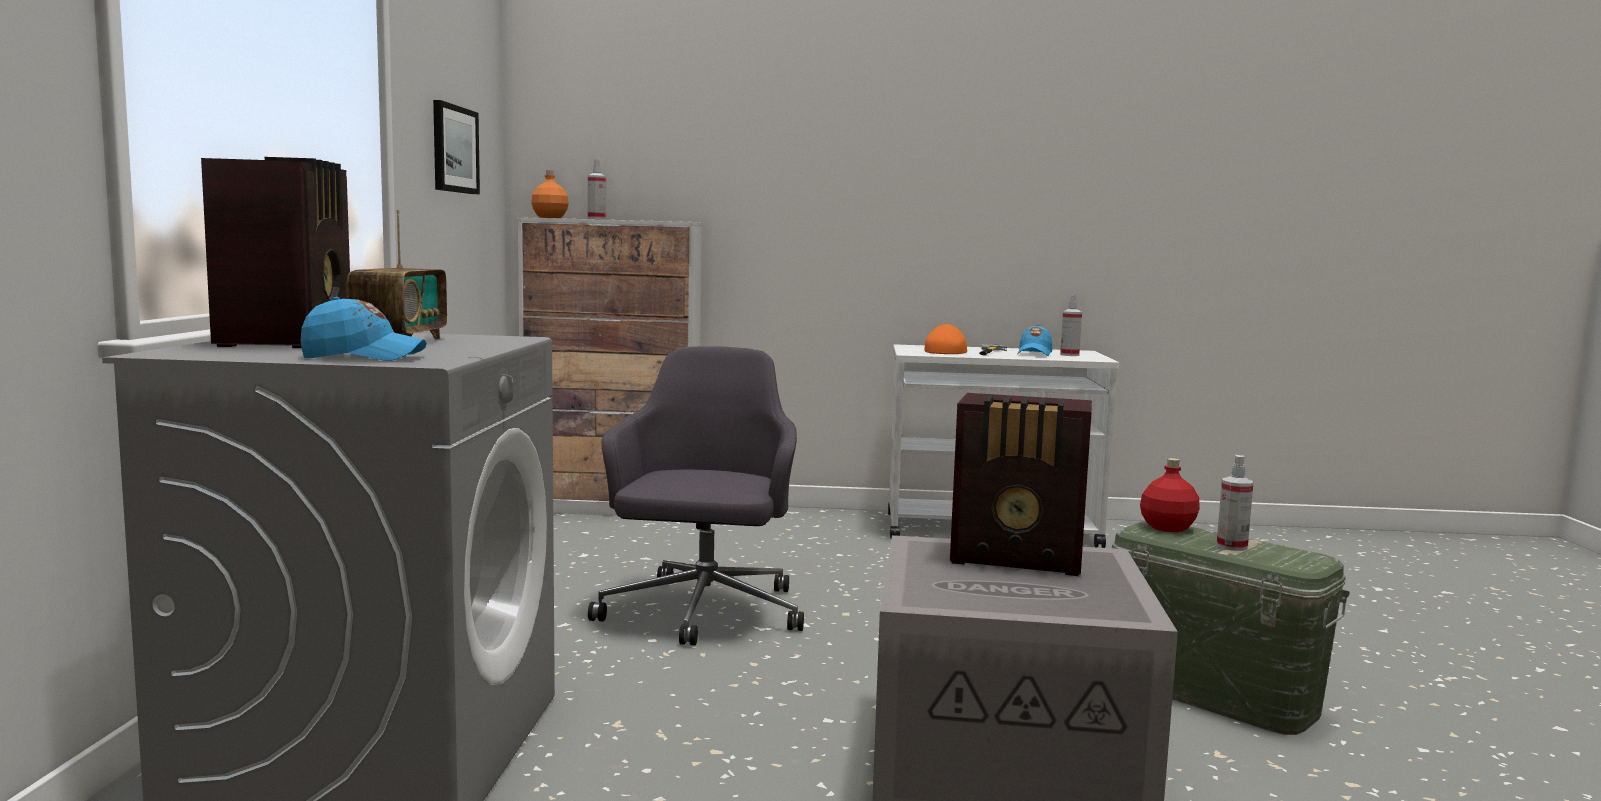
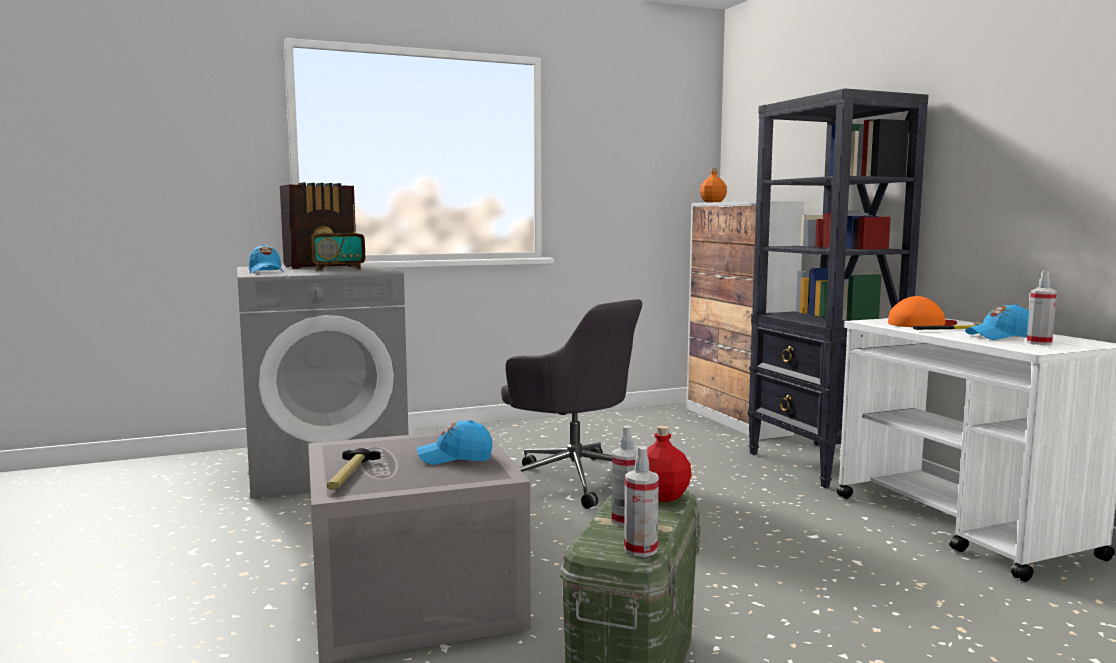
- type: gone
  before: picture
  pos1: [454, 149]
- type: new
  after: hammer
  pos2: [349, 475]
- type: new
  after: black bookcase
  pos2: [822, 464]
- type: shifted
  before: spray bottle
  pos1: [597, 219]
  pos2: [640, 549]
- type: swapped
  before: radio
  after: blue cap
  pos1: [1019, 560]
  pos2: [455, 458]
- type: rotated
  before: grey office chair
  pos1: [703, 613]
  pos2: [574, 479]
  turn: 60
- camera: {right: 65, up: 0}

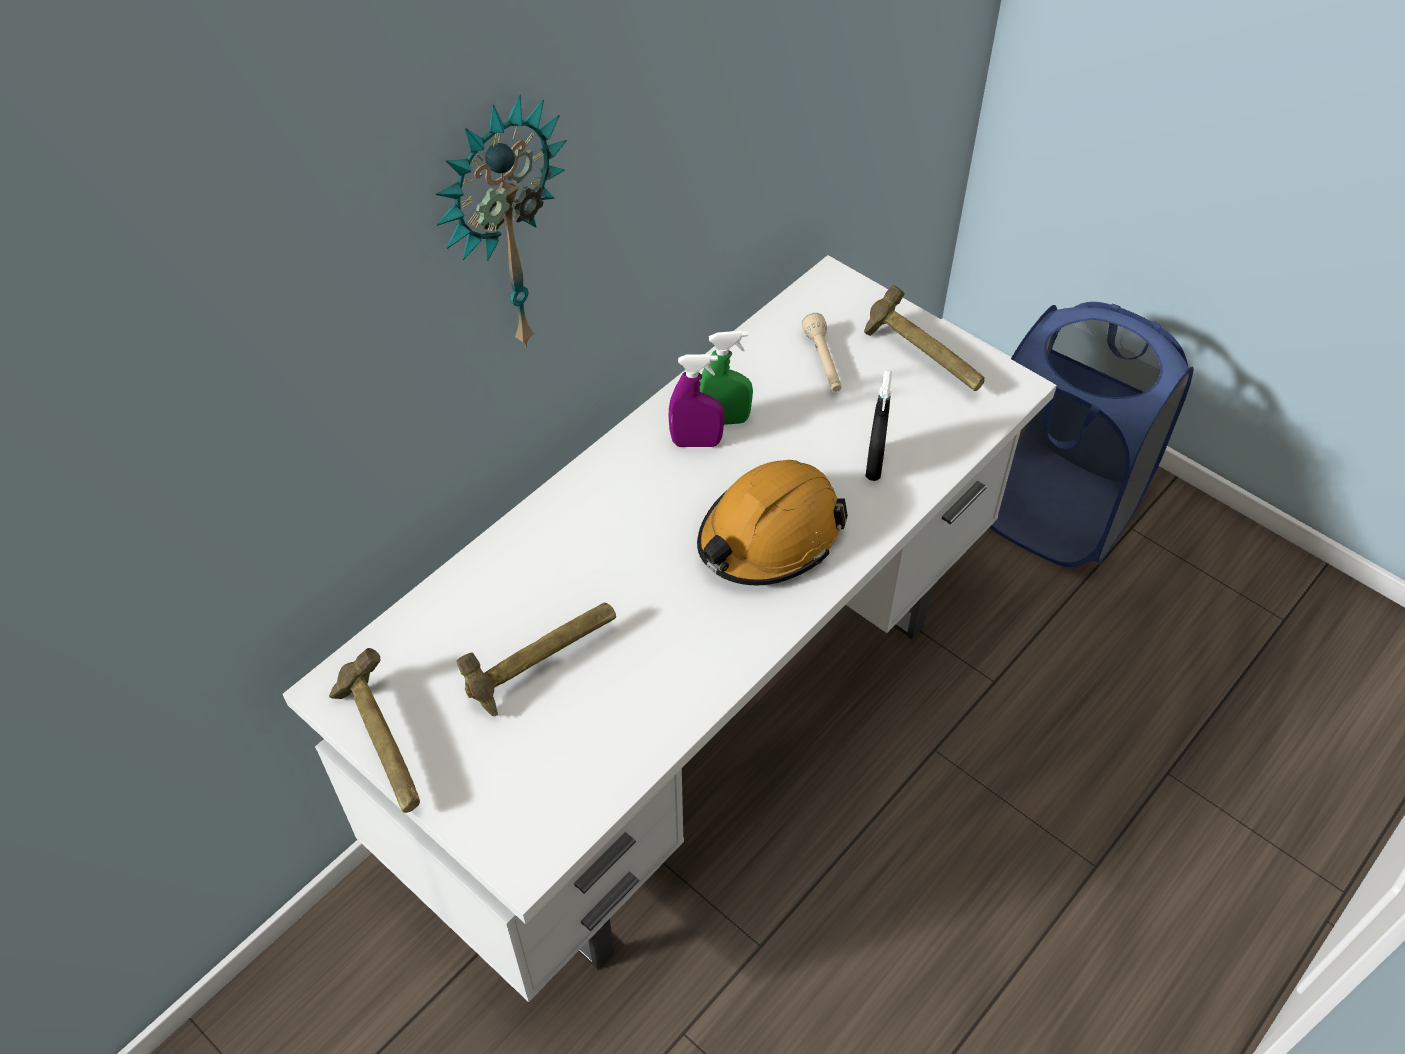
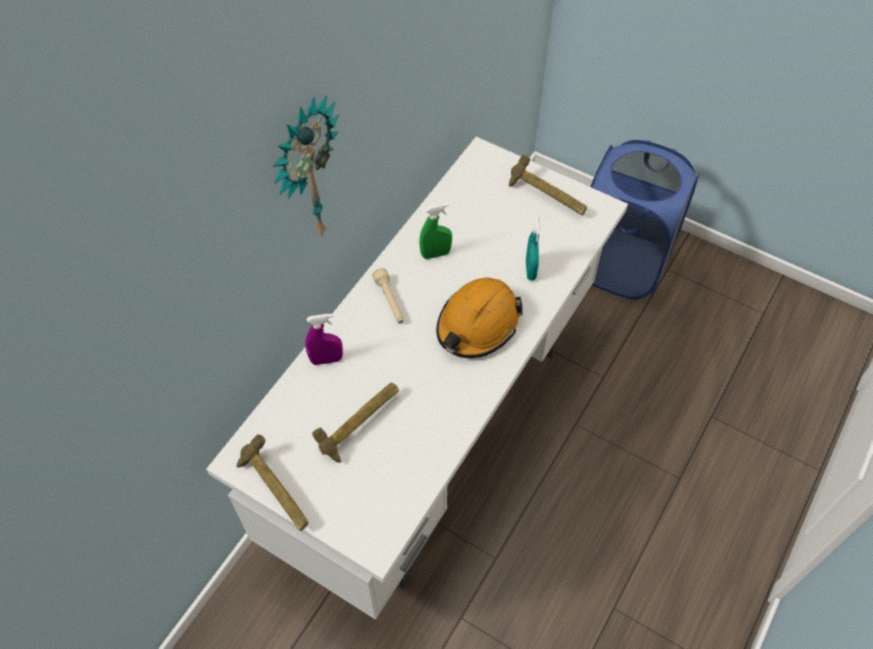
- type: shifted
  before: purple spray bottle
  pos1: [696, 442]
  pos2: [326, 360]
- type: shifted
  before: beige flashlight
  pos1: [823, 362]
  pos2: [390, 301]
- type: repainted
  before: black spray bottle
  after: turquoise spray bottle
  pos1: [874, 465]
  pos2: [530, 270]
- camera: {right: -10, up: 5}

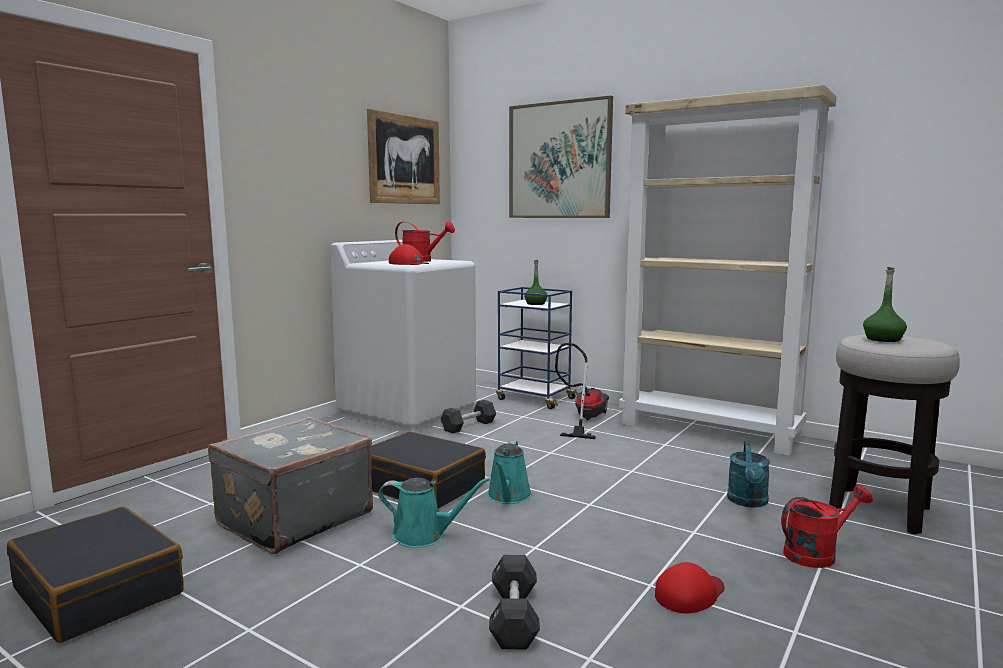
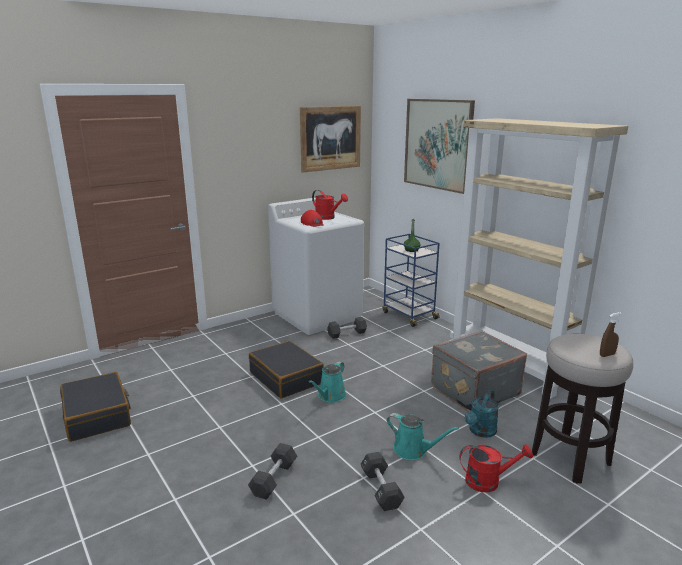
- type: gone
  before: vacuum cleaner
  pos1: [584, 419]
- type: gone
  before: green bottle
  pos1: [883, 339]
- type: new
  after: brown spray bottle
  pos2: [607, 355]
- type: shifted
  before: grey suitcase
  pos1: [293, 518]
  pos2: [473, 391]
- type: shifted
  before: turquoise watering can
  pos1: [424, 535]
  pos2: [413, 450]
- type: swapped
  before: red cap
  after: black dumbbell
  pos1: [690, 594]
  pos2: [381, 489]
- camera: {right: 20, up: 10}

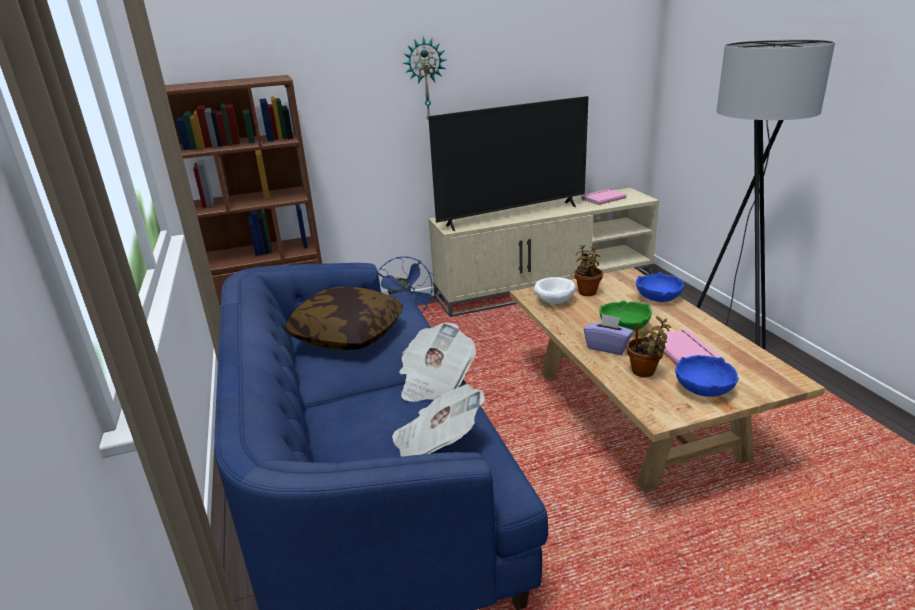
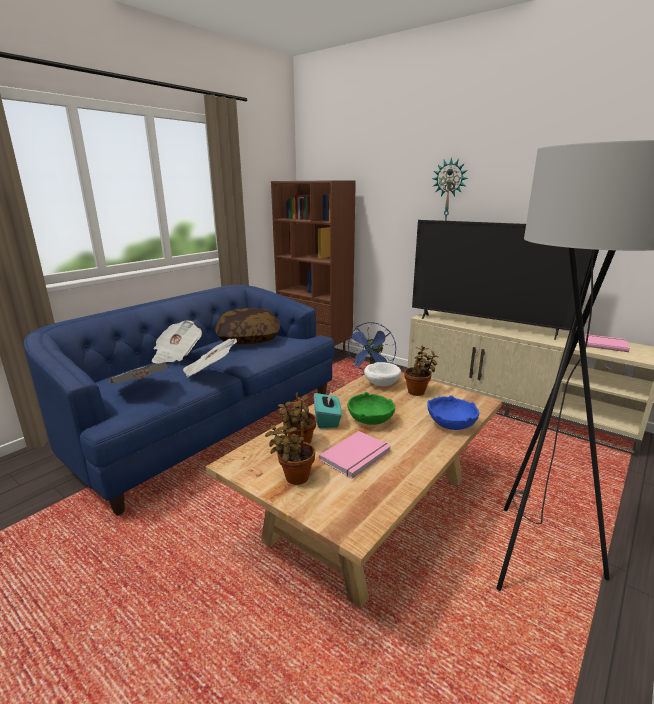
- type: new
  after: newspaper
  pos2: [176, 355]
- type: swapped
  before: blue bowl
  after: potted plant
  pos1: [704, 389]
  pos2: [294, 478]
- type: repainted
  before: purple tissue box
  after: turquoise tissue box
  pos1: [607, 347]
  pos2: [327, 420]
- camera: {right: 55, up: -5}

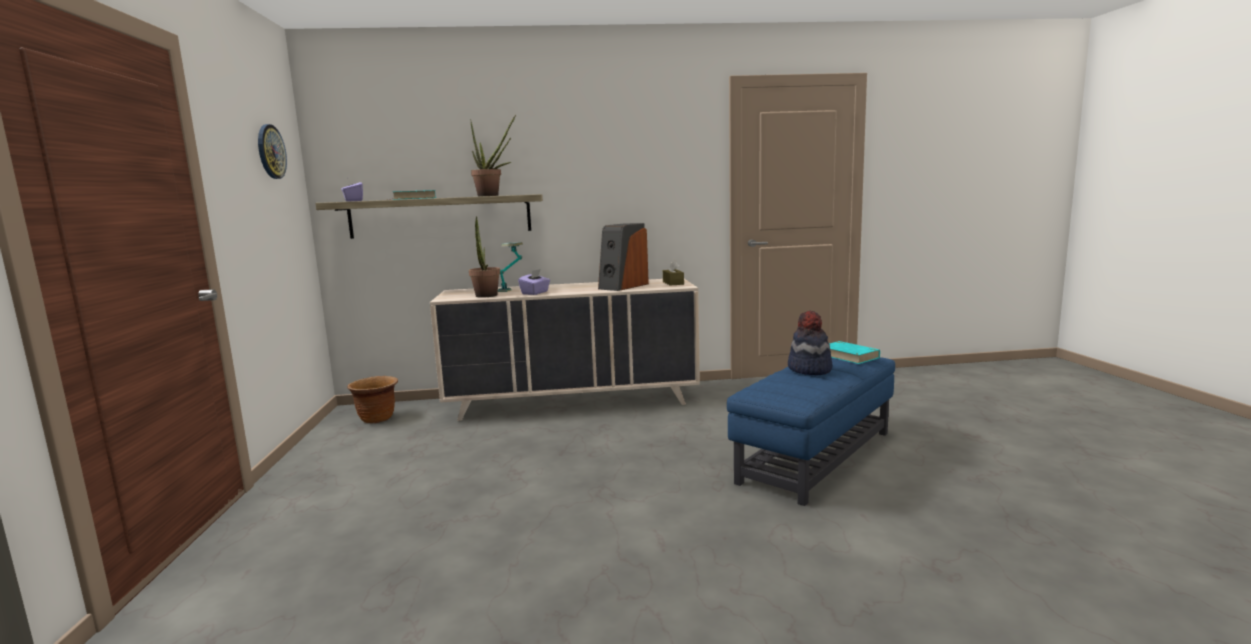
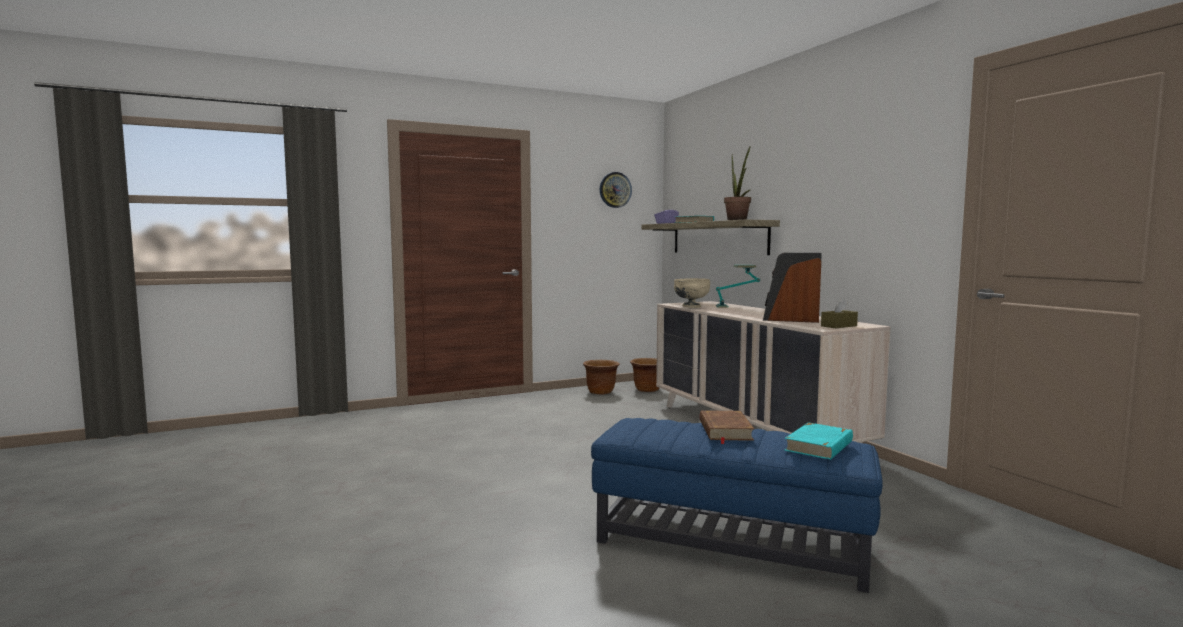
- type: gone
  before: purple tissue box
  pos1: [535, 293]
- type: new
  after: brown planter
  pos2: [601, 392]
- type: swapped
  before: potted plant
  after: beige bowl
  pos1: [486, 296]
  pos2: [691, 307]
- type: swapped
  before: hat
  after: brown book
  pos1: [809, 369]
  pos2: [725, 430]
- camera: {right: 70, up: -5}

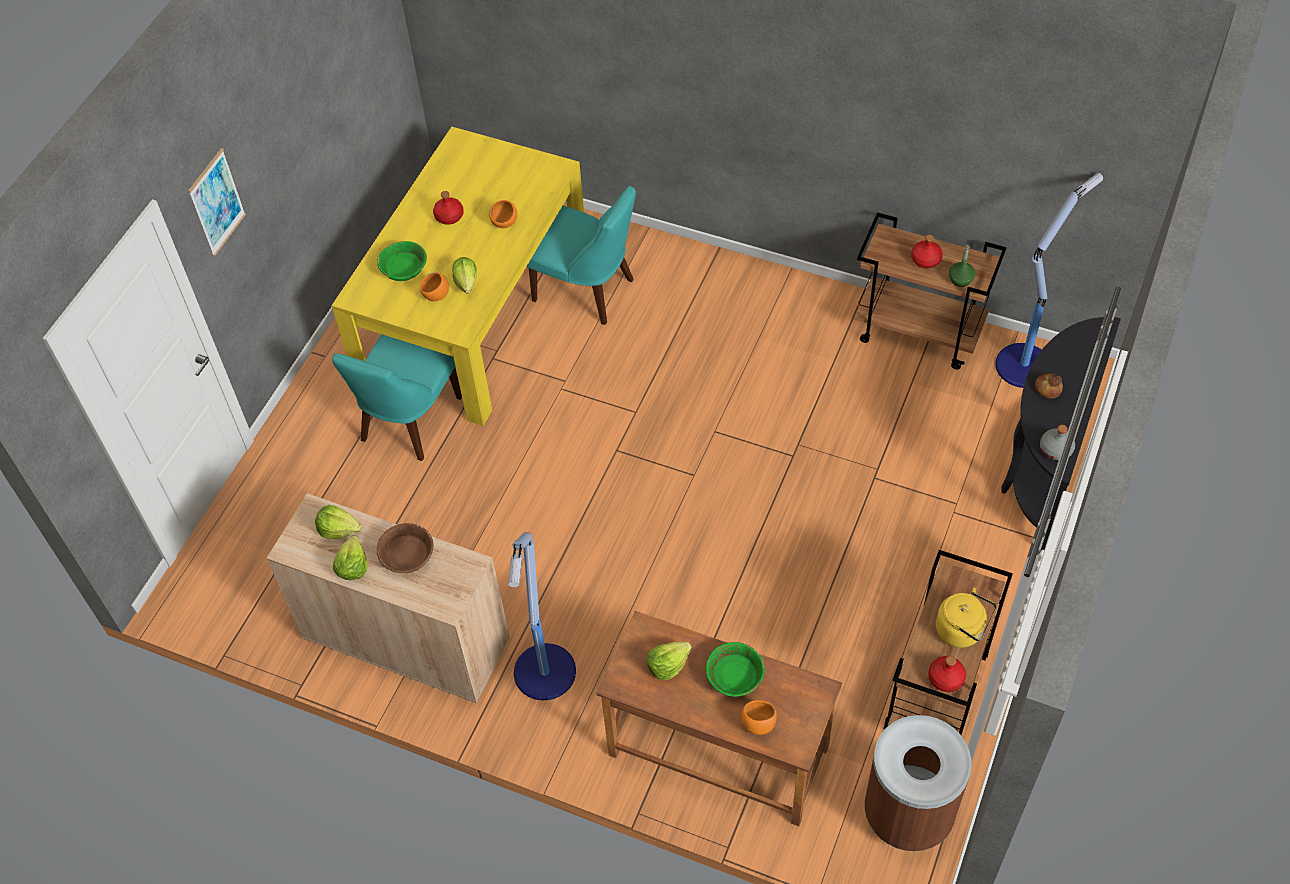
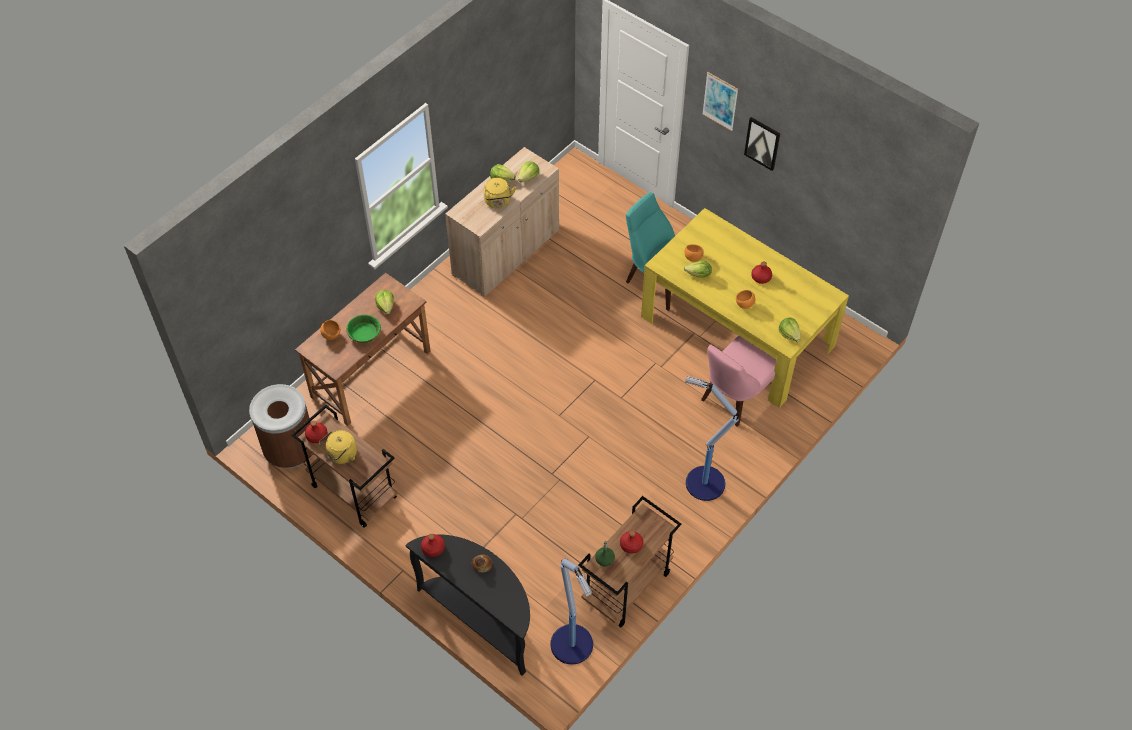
- type: gone
  before: green bowl
  pos1: [403, 268]
- type: new
  after: picture
  pos2: [762, 143]
- type: new
  after: lettuce
  pos2: [789, 334]
- type: shifted
  before: floor lamp
  pos1: [545, 674]
  pos2: [703, 483]
- type: swapped
  before: brown bowl
  after: yellow kettle
  pos1: [407, 555]
  pos2: [498, 202]
- type: repainted
  before: turquoise chair
  after: pink chair
  pos1: [587, 291]
  pos2: [734, 397]
- type: repainted
  before: grey bottle
  after: red bottle
  pos1: [1056, 449]
  pos2: [433, 548]
- camera: {right: 105, up: 0}

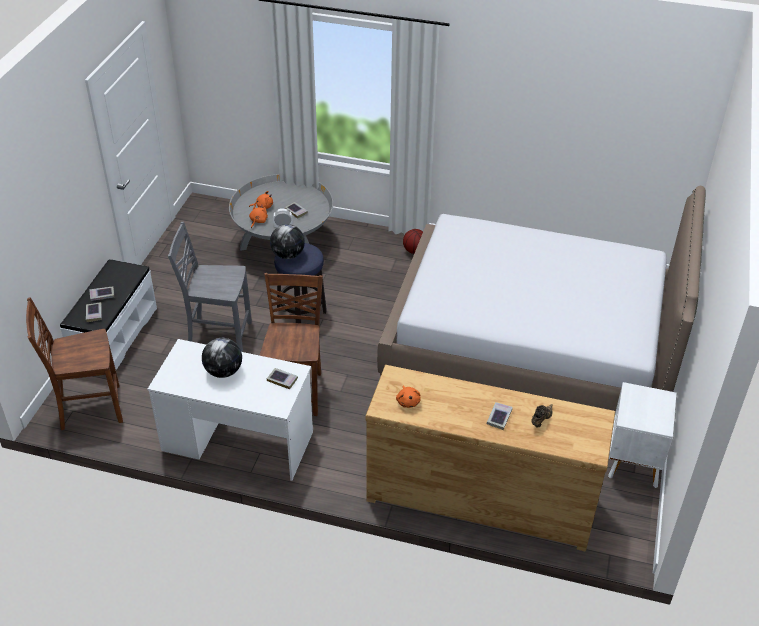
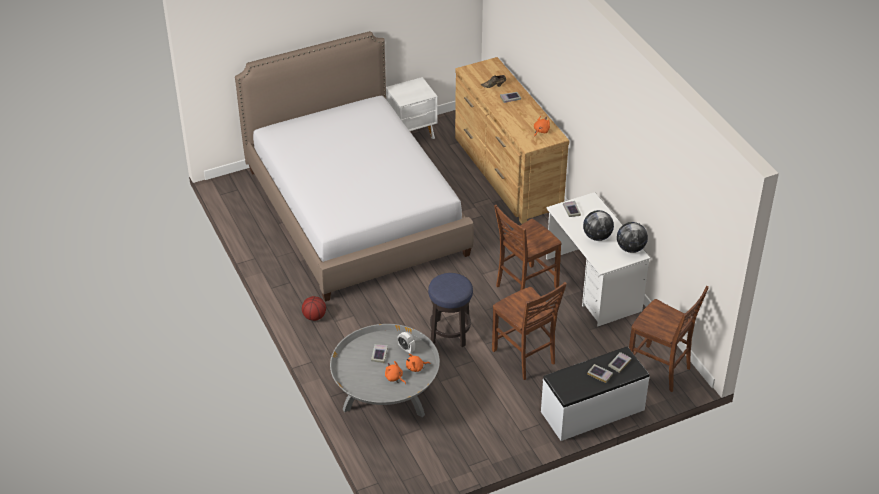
- type: shifted
  before: globe
  pos1: [288, 255]
  pos2: [631, 248]
- type: repainted
  before: grey chair
  after: brown chair
  pos1: [218, 335]
  pos2: [525, 357]
- camera: {right: -130, up: 0}

